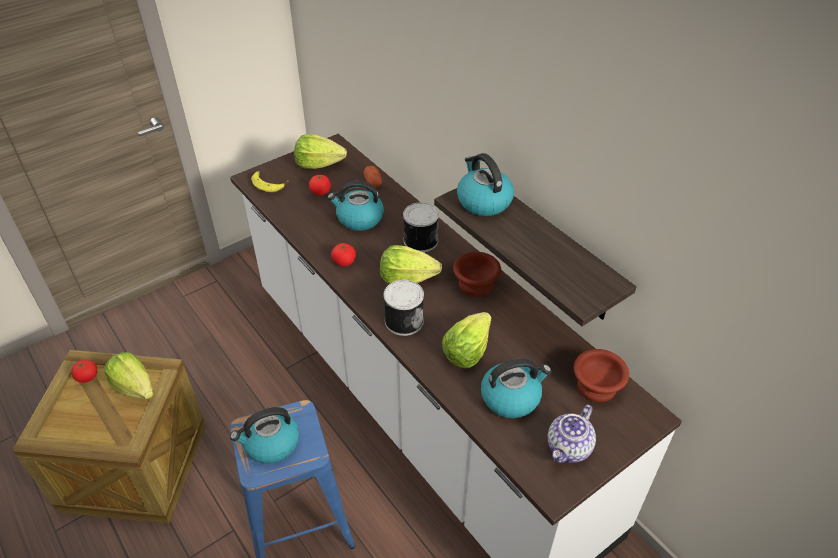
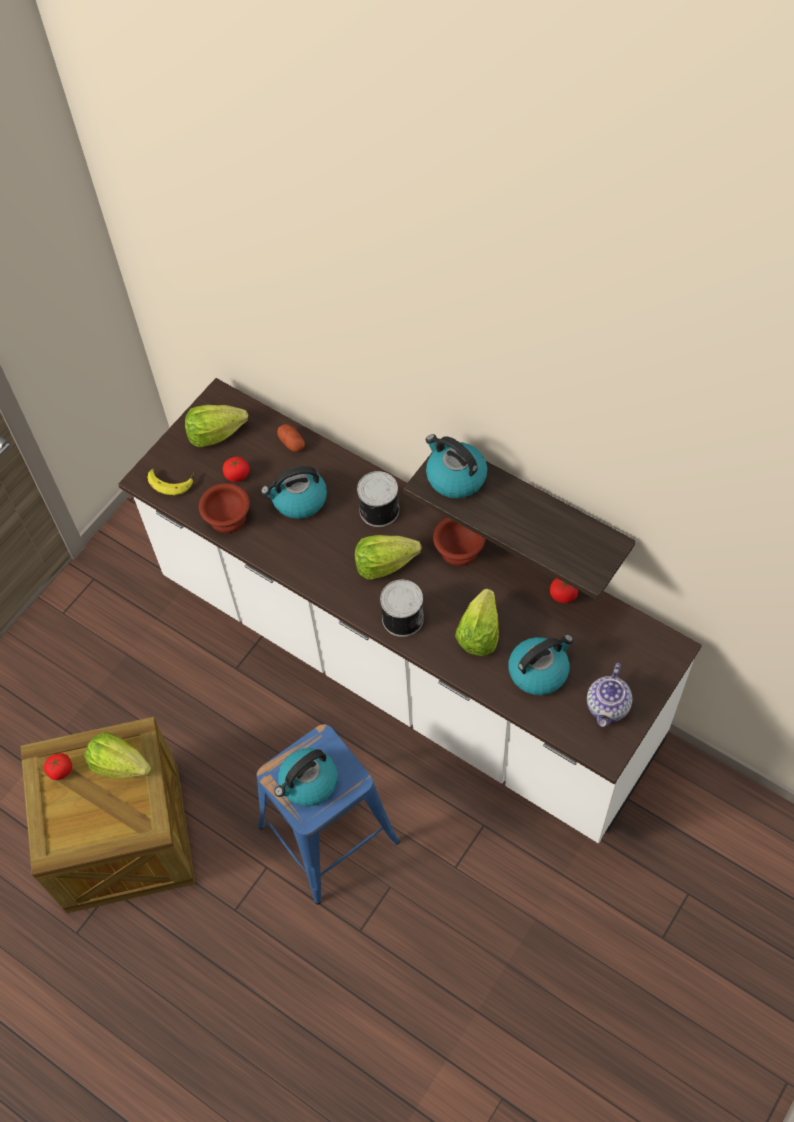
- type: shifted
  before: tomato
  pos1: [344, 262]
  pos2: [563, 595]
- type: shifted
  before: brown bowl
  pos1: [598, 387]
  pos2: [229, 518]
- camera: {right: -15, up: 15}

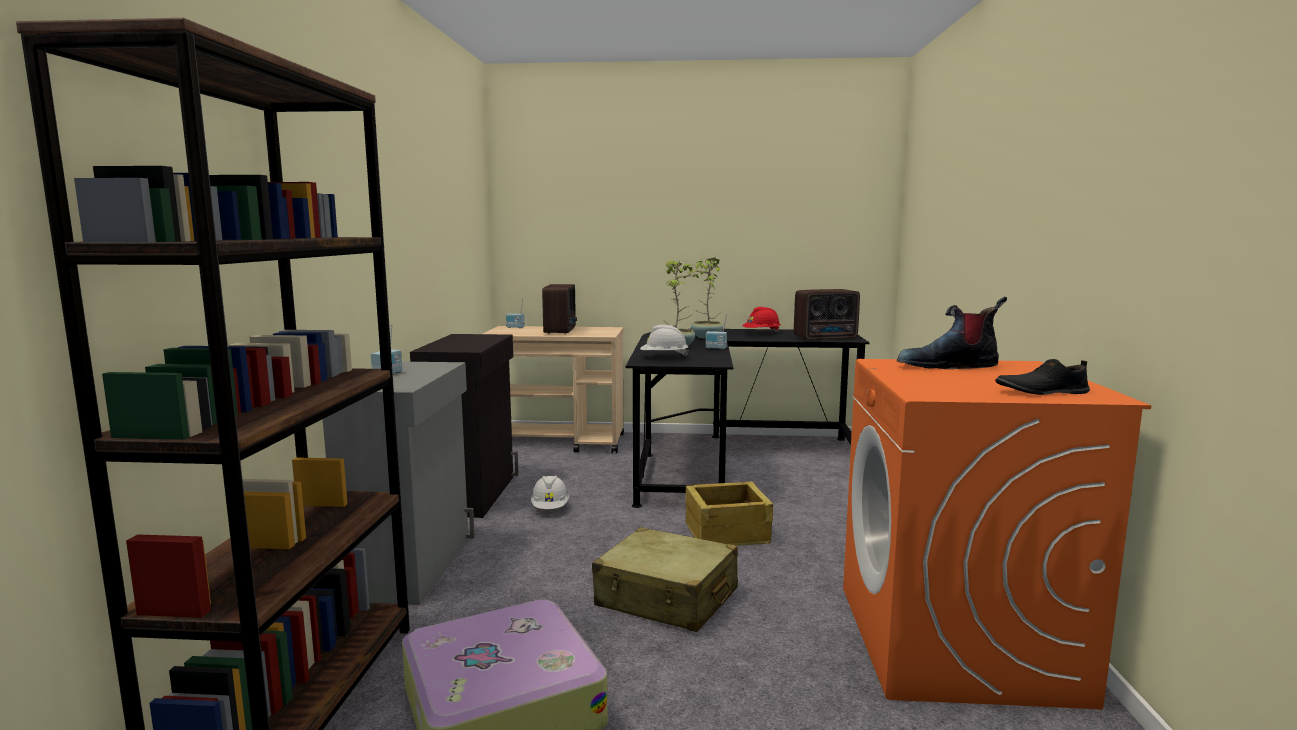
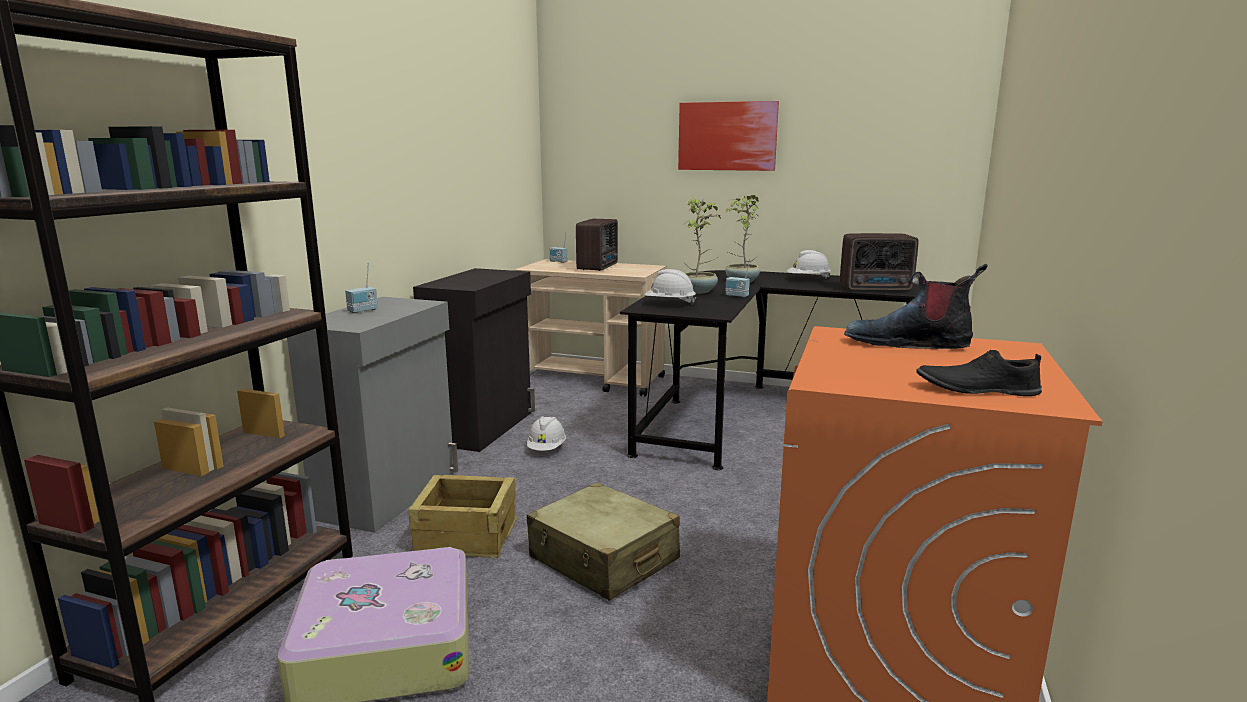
- type: new
  after: picture
  pos2: [727, 136]
- type: shifted
  before: crate
  pos1: [726, 533]
  pos2: [466, 536]
- type: repainted
  before: red hard hat
  after: white hard hat
  pos1: [761, 333]
  pos2: [808, 279]
- camera: {right: 15, up: 5}

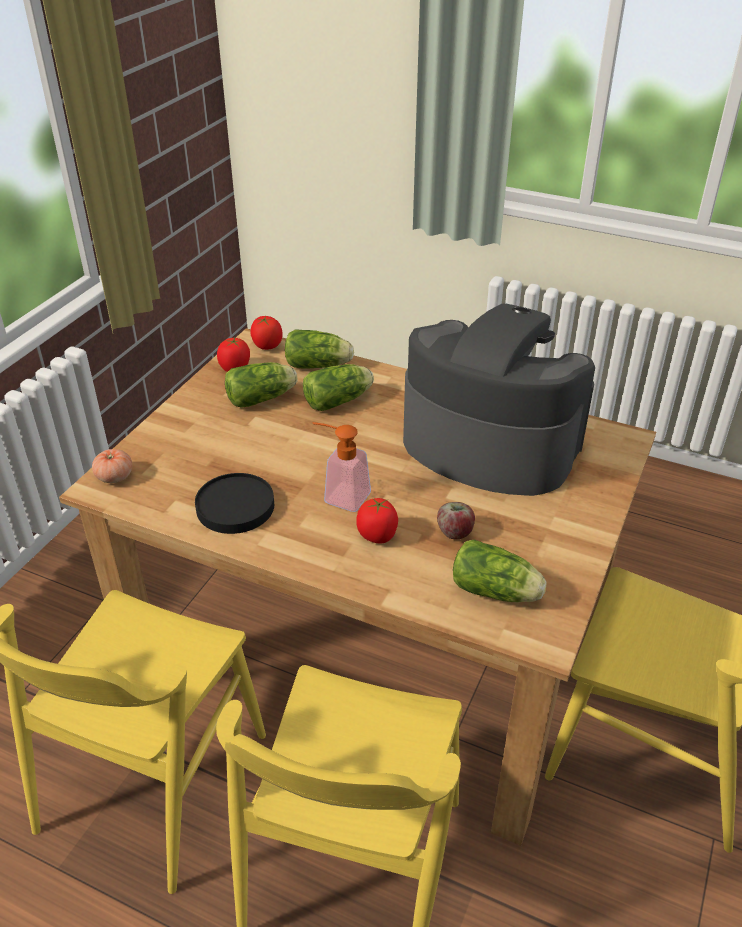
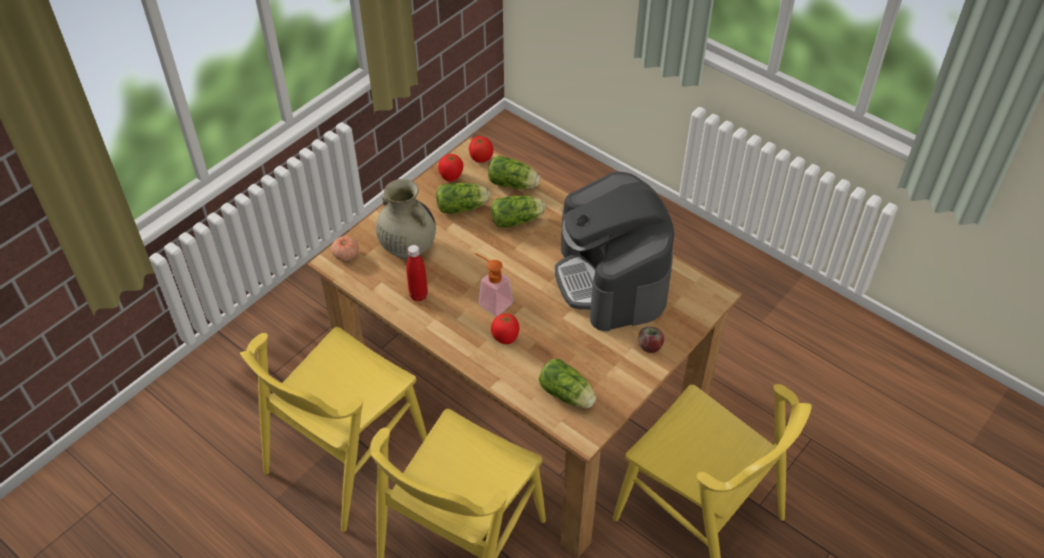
- type: new
  after: beige vase
  pos2: [407, 248]
- type: shifted
  before: apple
  pos1: [455, 532]
  pos2: [650, 346]
- type: swapped
  before: black plate
  after: red bottle
  pos1: [234, 507]
  pos2: [418, 295]
- type: rotated
  before: coffee machine
  pos1: [489, 443]
  pos2: [612, 279]
  turn: -150
- camera: {right: 15, up: 10}

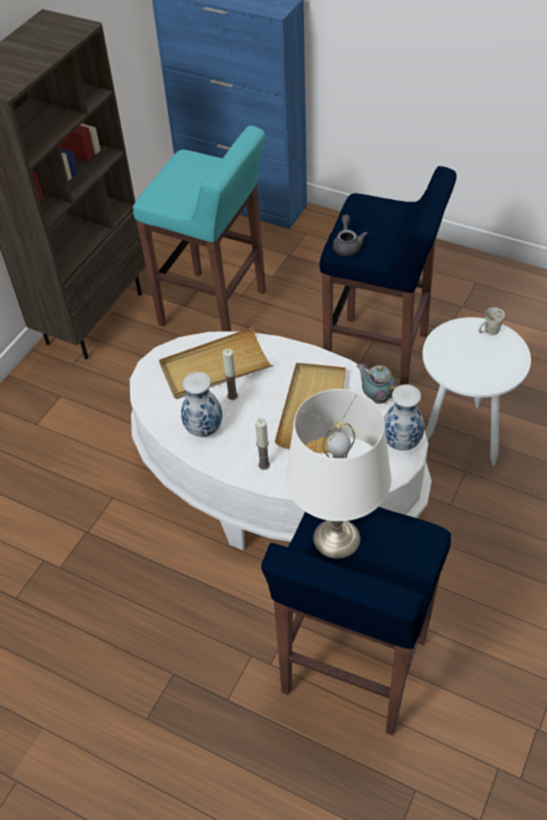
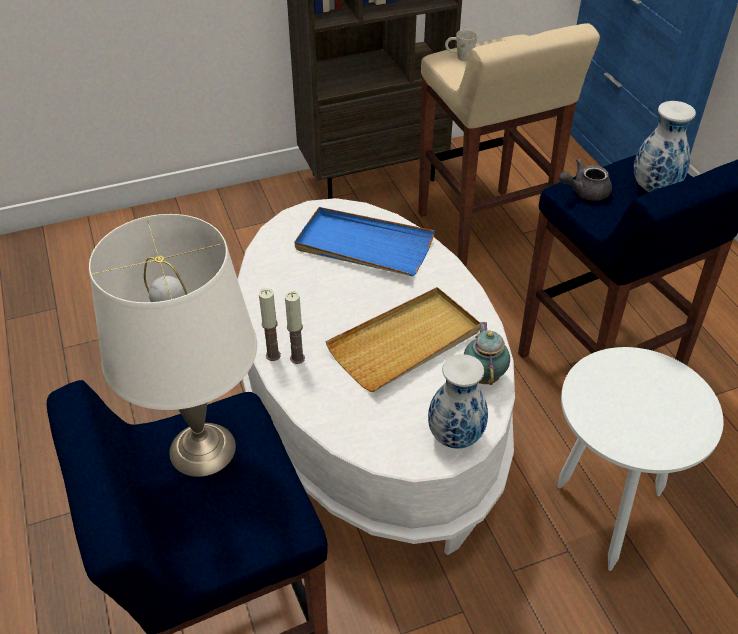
- type: shifted
  before: vase
  pos1: [203, 428]
  pos2: [654, 188]
- type: shifted
  before: candle
  pos1: [232, 396]
  pos2: [273, 355]
- type: shifted
  before: white mug
  pos1: [488, 332]
  pos2: [459, 57]
- type: repainted
  before: turquoise stool
  after: beige stool
  pos1: [214, 309]
  pos2: [483, 229]
- type: repainted
  before: beige tray
  after: blue tray
  pos1: [215, 367]
  pos2: [363, 246]
- type: rotated
  before: grey teapot
  pos1: [347, 245]
  pos2: [584, 192]
  turn: -150
- camera: {right: 40, up: -5}

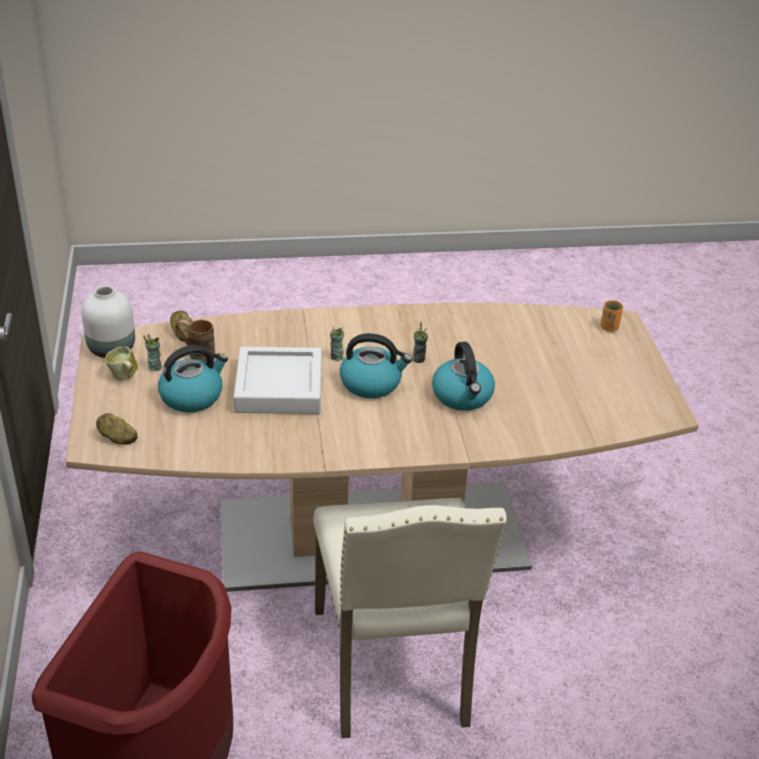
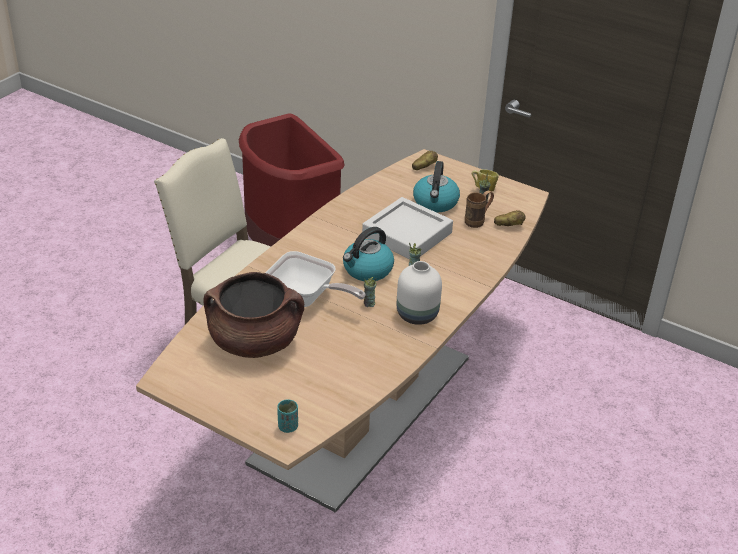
- type: new
  after: brown cooking pot
  pos2: [255, 342]
- type: shifted
  before: white vase
  pos1: [111, 348]
  pos2: [418, 315]
- type: swapped
  before: kettle
  after: frying pan
  pos1: [463, 396]
  pos2: [306, 298]
- type: repainted
  before: orange cup
  after: turquoise cup
  pos1: [609, 328]
  pos2: [288, 427]
- camera: {right: 130, up: 0}

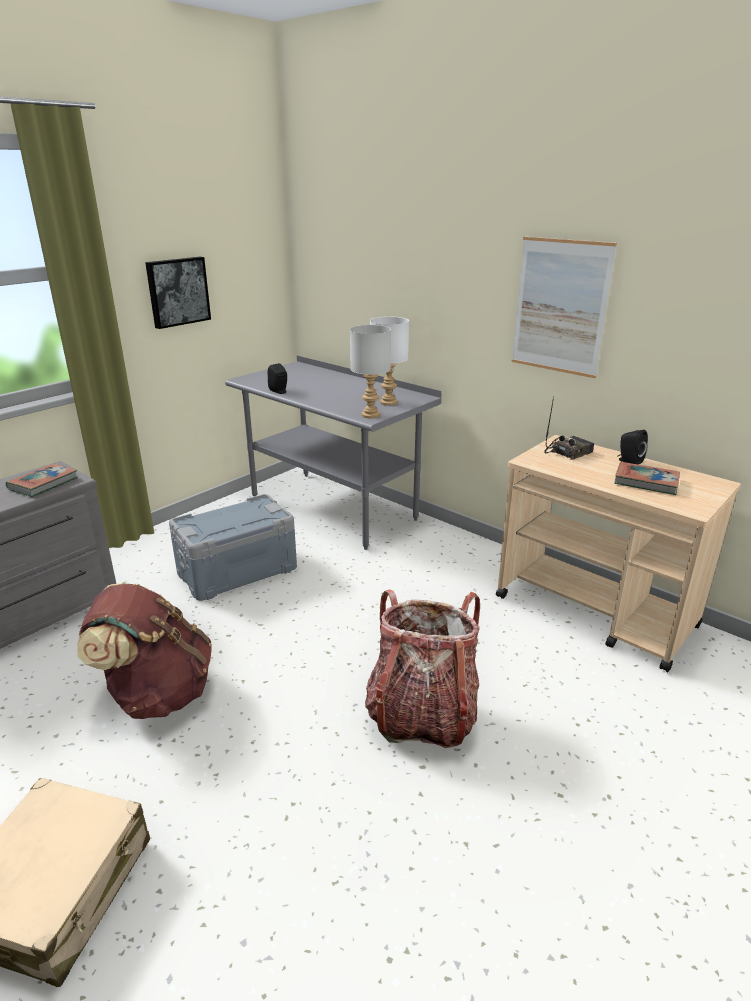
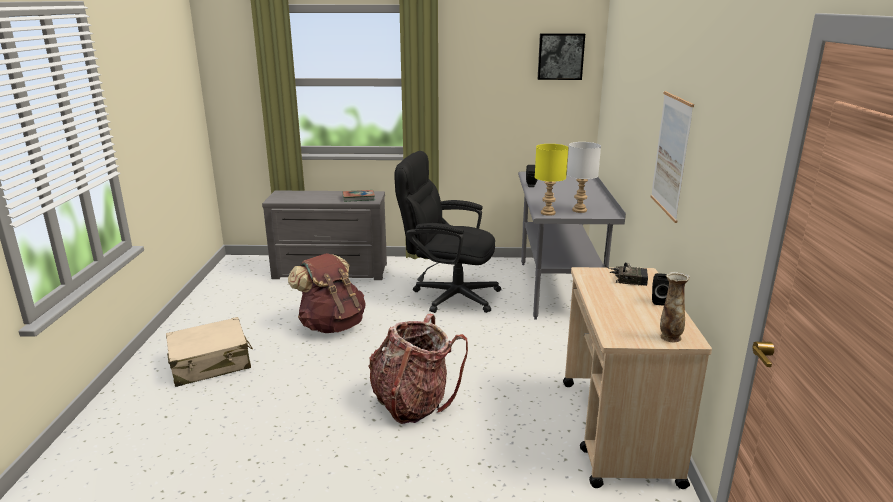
- type: gone
  before: book
  pos1: [646, 482]
- type: new
  after: vase
  pos2: [669, 337]
- type: shifted
  before: picture
  pos1: [177, 291]
  pos2: [560, 56]
- type: swapped
  before: grey storage box
  after: black office chair
  pos1: [236, 570]
  pos2: [448, 295]
- type: repainted
  before: grey table lamp
  after: yellow table lamp
  pos1: [371, 415]
  pos2: [548, 213]
- camera: {right: 50, up: -5}

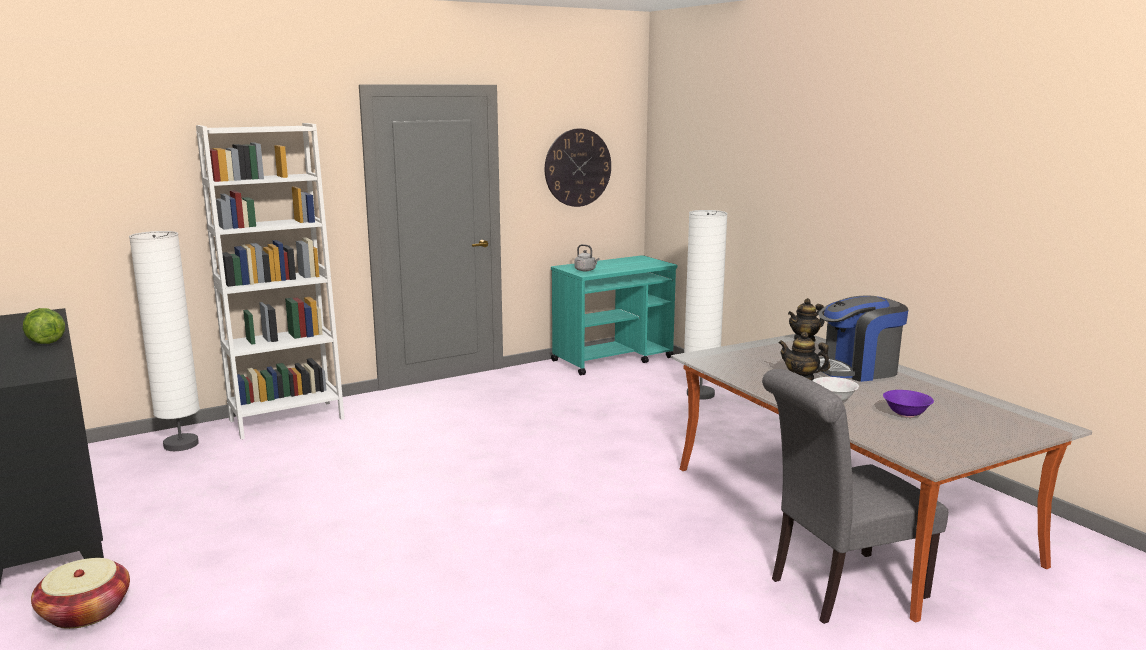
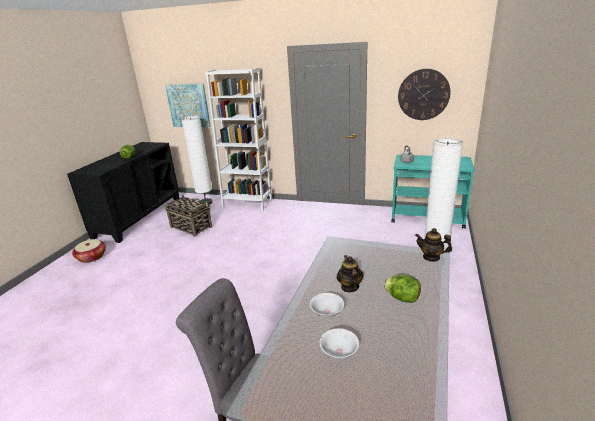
- type: new
  after: picture
  pos2: [188, 105]
- type: new
  after: basket
  pos2: [191, 227]
- type: swapped
  before: coffee machine
  after: lettuce
  pos1: [856, 370]
  pos2: [402, 298]
- type: repainted
  before: purple bowl
  after: white bowl
  pos1: [906, 414]
  pos2: [339, 353]
- camera: {right: 50, up: 10}

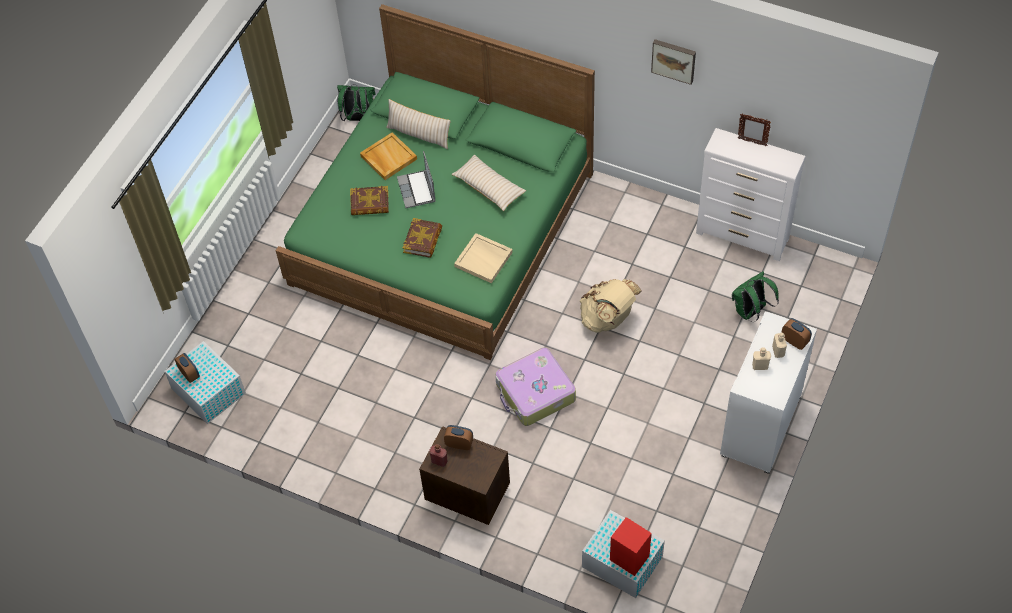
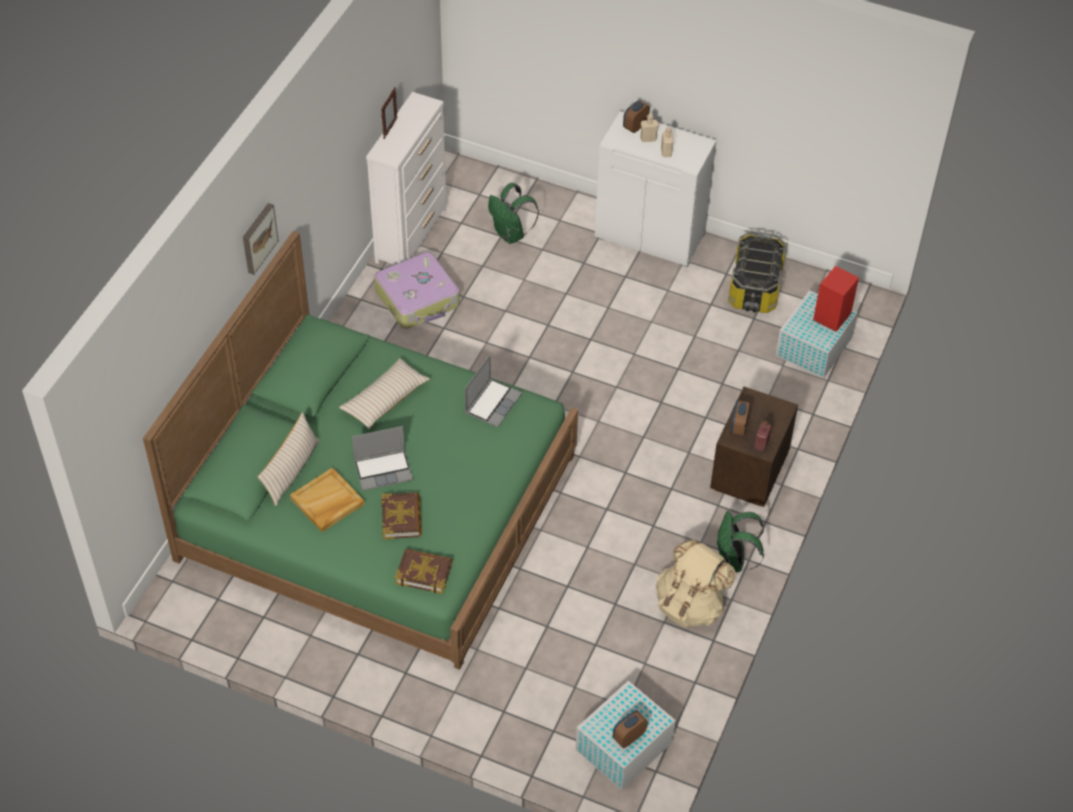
- type: new
  after: storage box
  pos2: [755, 287]
- type: shifted
  before: green backpack
  pos1: [358, 118]
  pos2: [733, 561]
- type: shifted
  before: book
  pos1: [423, 240]
  pos2: [424, 573]
- type: shifted
  before: suitcase
  pos1: [535, 393]
  pos2: [418, 299]
- type: shifted
  before: beige backpack
  pos1: [607, 319]
  pos2: [690, 605]
- type: shifted
  before: picture
  pos1: [674, 60]
  pos2: [258, 238]
- type: swapped
  before: beige tray
  after: laptop
  pos1: [484, 259]
  pos2: [493, 403]
- camera: {right: -95, up: -5}

